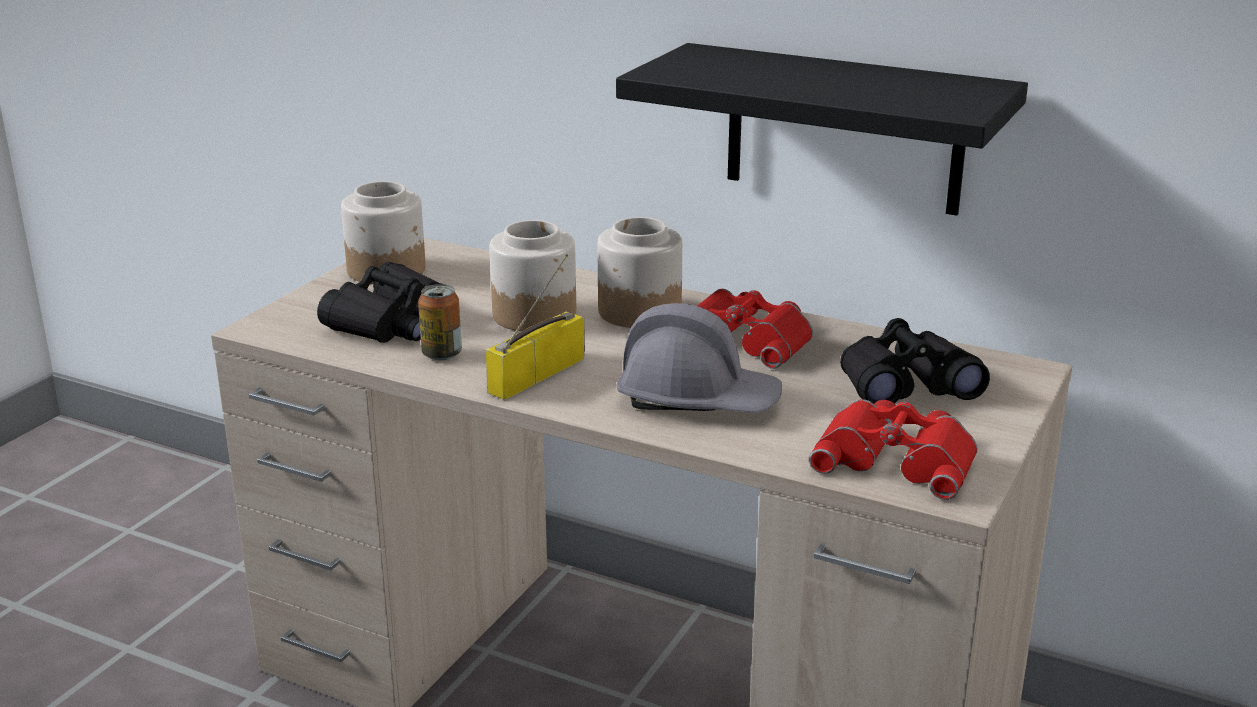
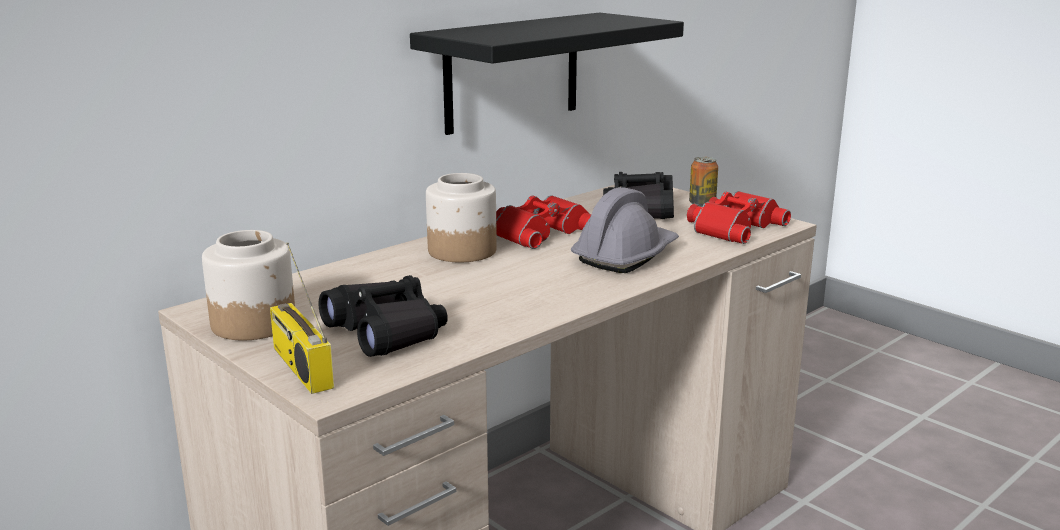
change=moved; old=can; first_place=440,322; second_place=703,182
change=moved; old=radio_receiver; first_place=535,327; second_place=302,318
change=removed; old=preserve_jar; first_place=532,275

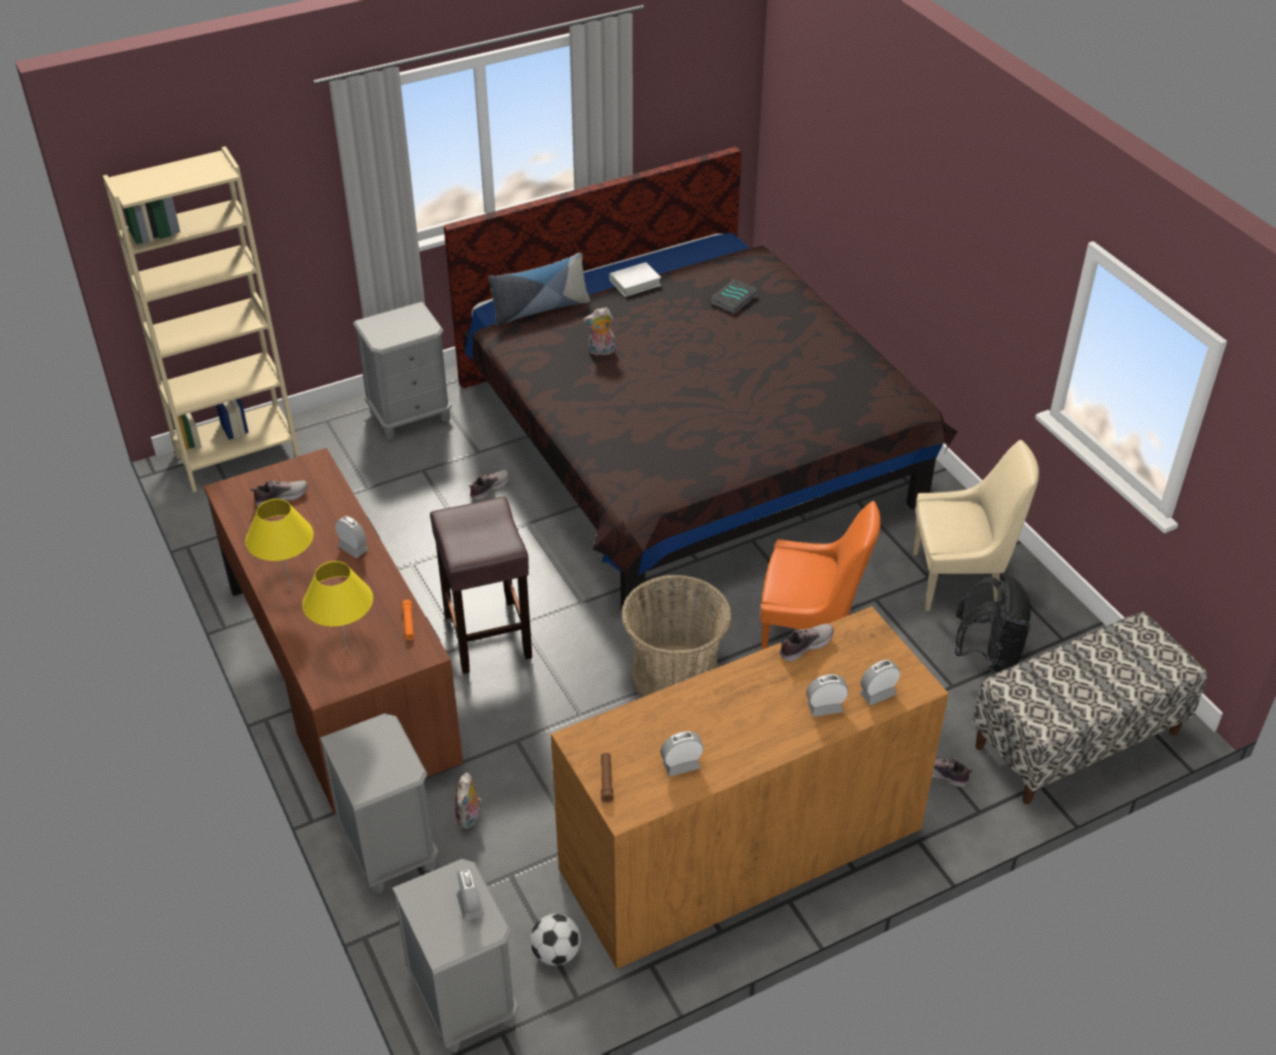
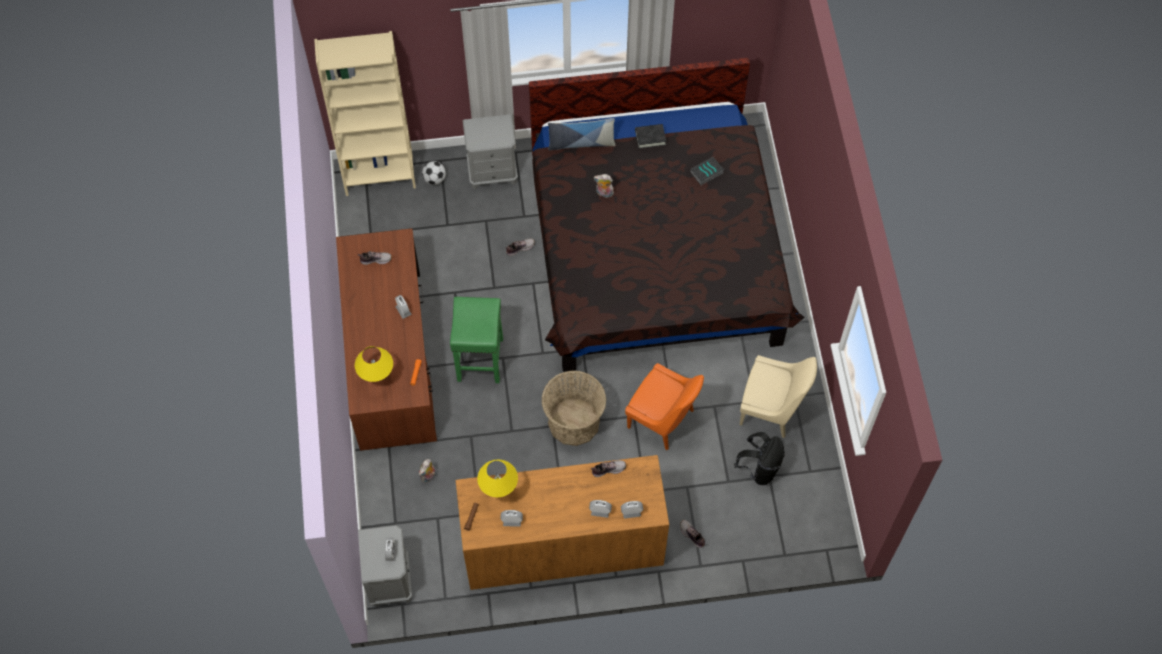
change=moved; old=yellow_tabletop_lamp; first_place=279,542; second_place=497,478
change=removed; old=gray_nightstand; first_place=379,803
change=recoloured; old=brownish_stool_seat; new=green_stool_seat; first_place=481,585; second_place=476,340
change=moved; old=football_ball; first_place=555,940; second_place=434,173
change=recoloured; old=whitish_volume; new=black_volume; first_place=635,279; second_place=650,136
change=removed; old=indoor_bench; first_place=1089,708

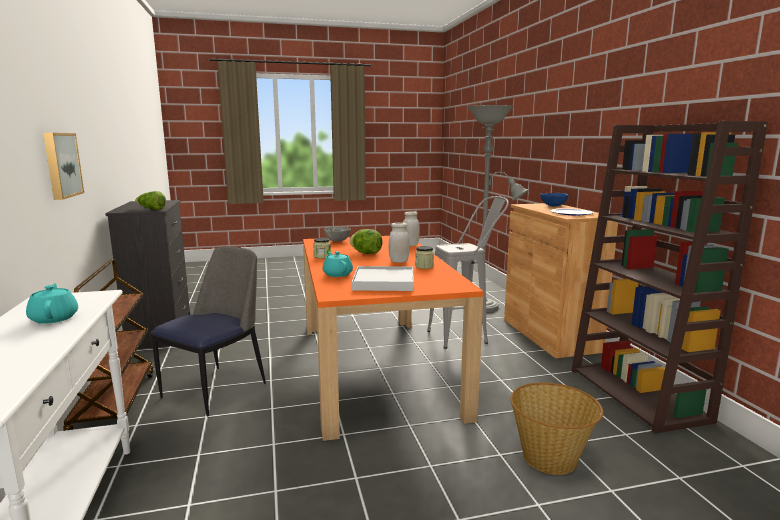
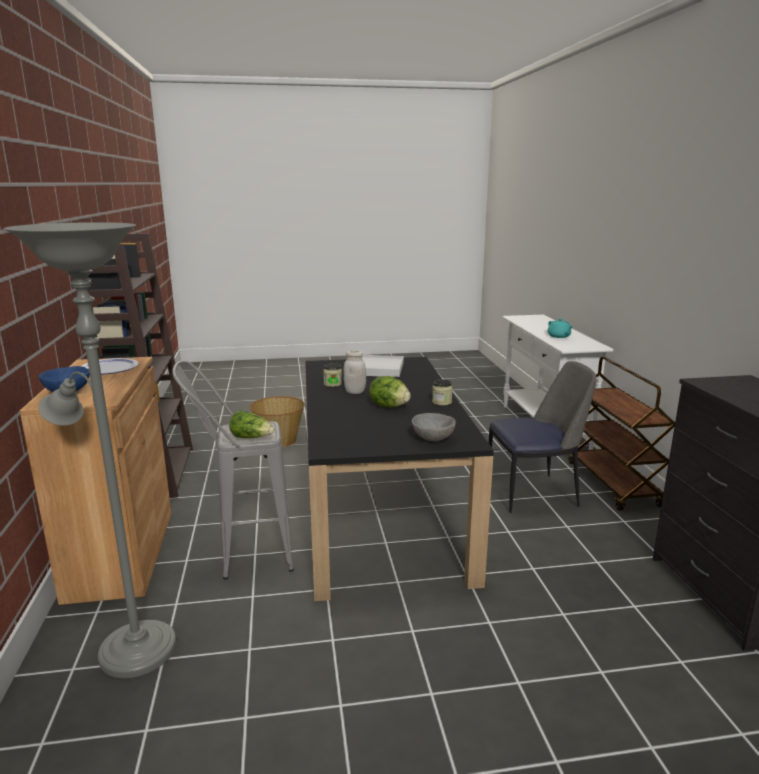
change=removed; old=wall_picture; first_place=63,166
change=moved; old=head_of_lettuce; first_place=150,200; second_place=251,424
change=turned; old=upright_chair; first_place=208,331; second_place=542,437; degrees=-135
change=recoloured; old=orange-coloured_dining_table; new=black_dining_table; first_place=393,338; second_place=399,479
change=removed; old=blue-green_pot_for_tea; first_place=338,264
change=removed; old=whitish_preserve_jar; first_place=411,228

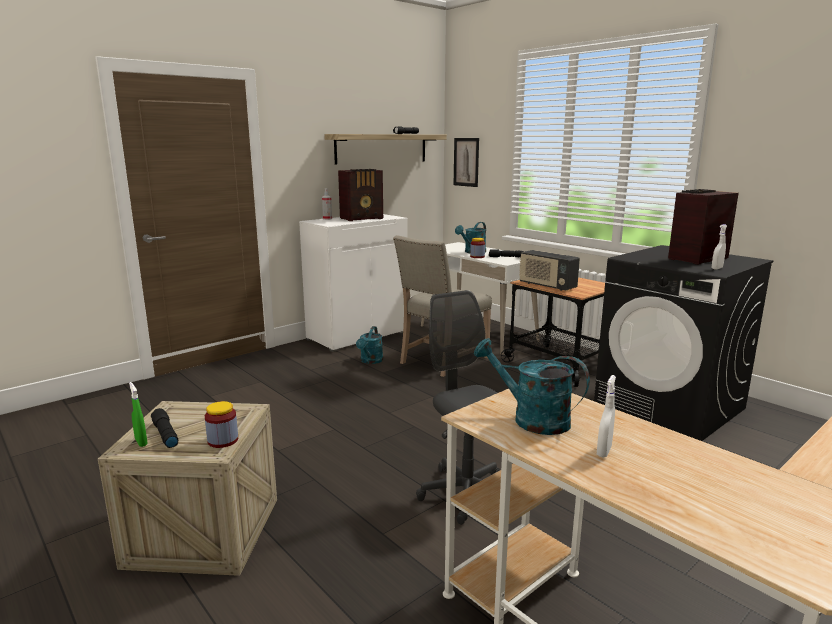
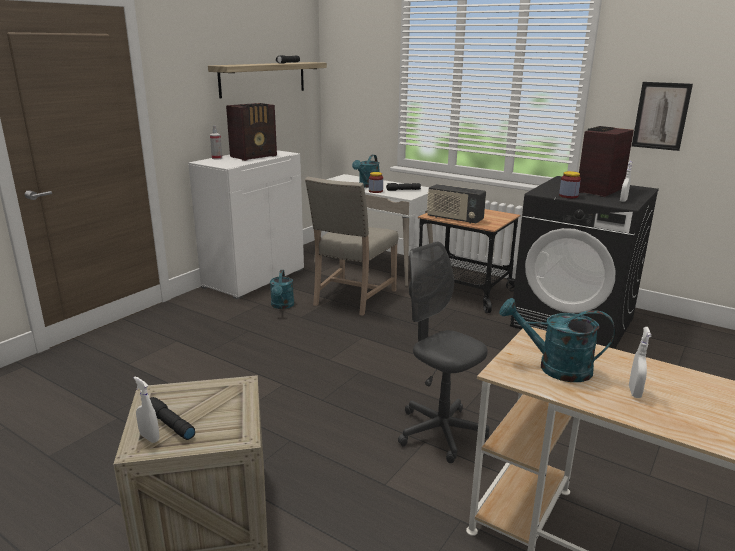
change=recoloured; old=green_hand_sprayer; new=whitish_hand_sprayer; first_place=138,414; second_place=146,410
change=moved; old=preserve_jar; first_place=221,424; second_place=570,184
change=moved; old=wall_picture; first_place=466,162; second_place=662,116

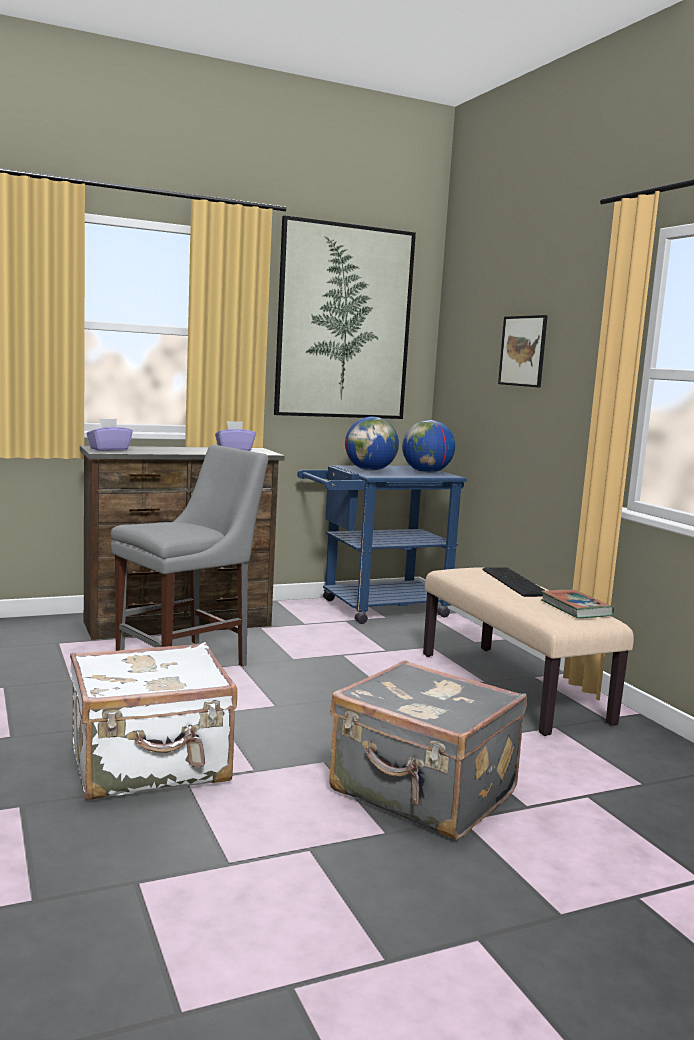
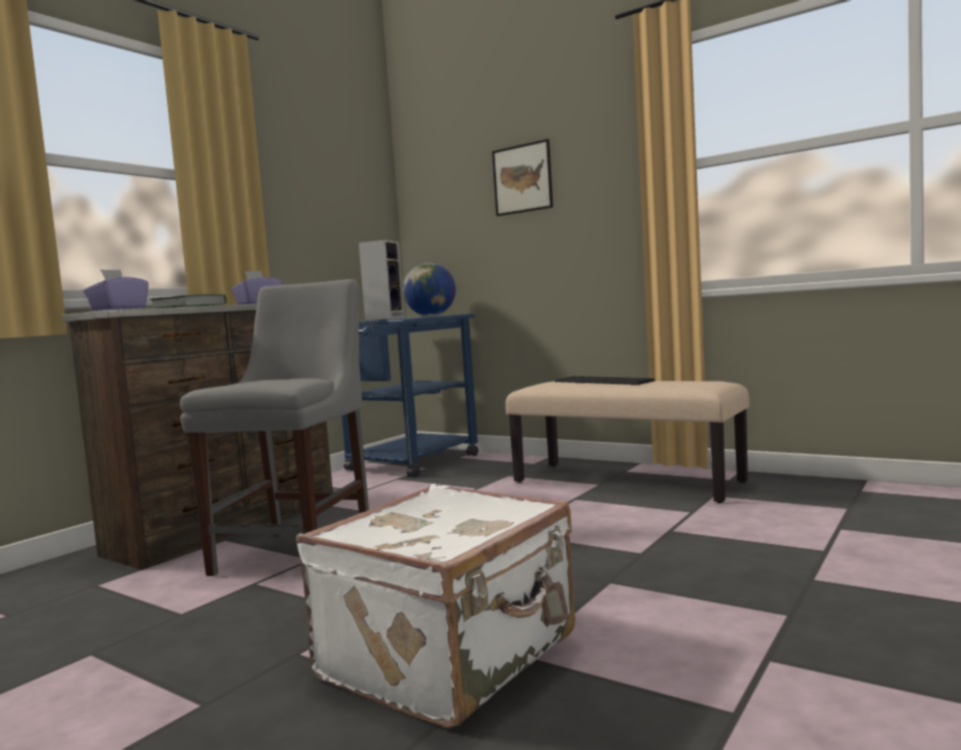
change=removed; old=wall_picture; first_place=345,317
change=removed; old=gray_piece_of_luggage; first_place=428,750
change=replaced; old=desk_globe; new=audio_speaker; first_place=372,444; second_place=382,280
change=moved; old=volume; first_place=577,604; second_place=188,301

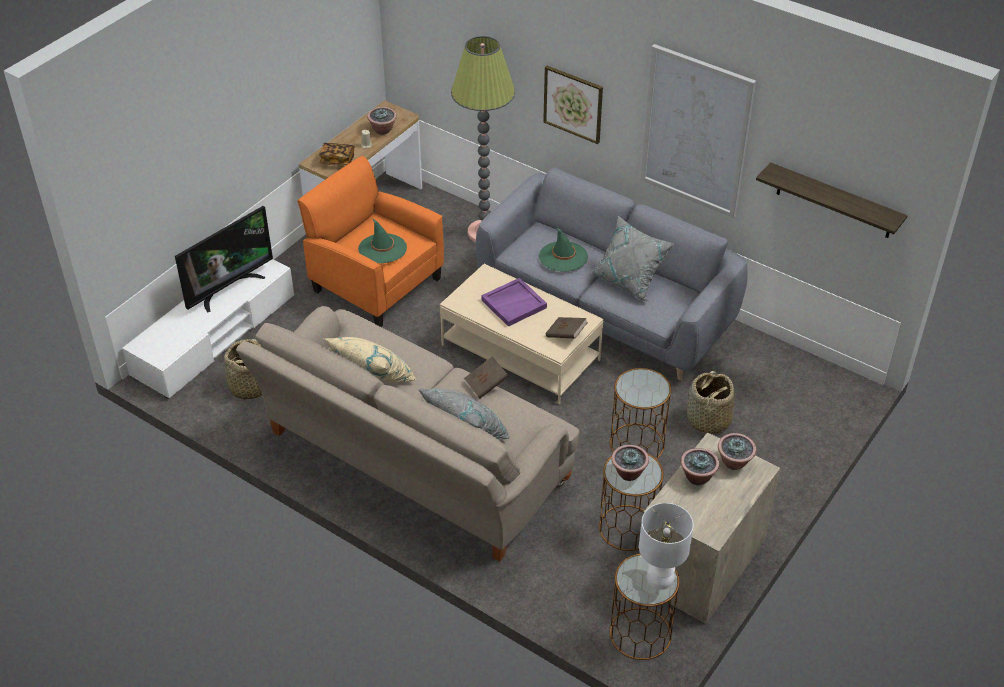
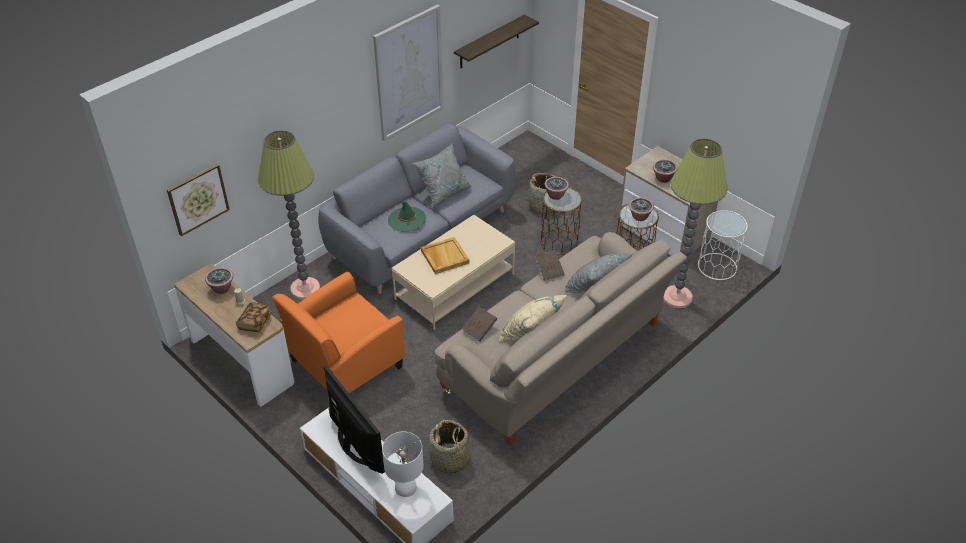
change=removed; old=green_hat; first_place=382,240
change=recoloured; old=purple_tray; new=beige_tray; first_place=514,302; second_place=445,255
change=moved; old=wall_picture; first_place=573,105; second_place=198,200
change=moved; old=brownish_volume; first_place=567,327; second_place=479,324
change=recoloured; old=brownish_side_table; new=whitish_side_table; first_place=645,607; second_place=723,245
change=moved; old=whitish_tabletop_lamp; first_place=666,546; second_place=403,464
change=moved; old=houseplant; first_place=737,451; second_place=556,188
change=added; new=standing_lamp; second_place=695,223

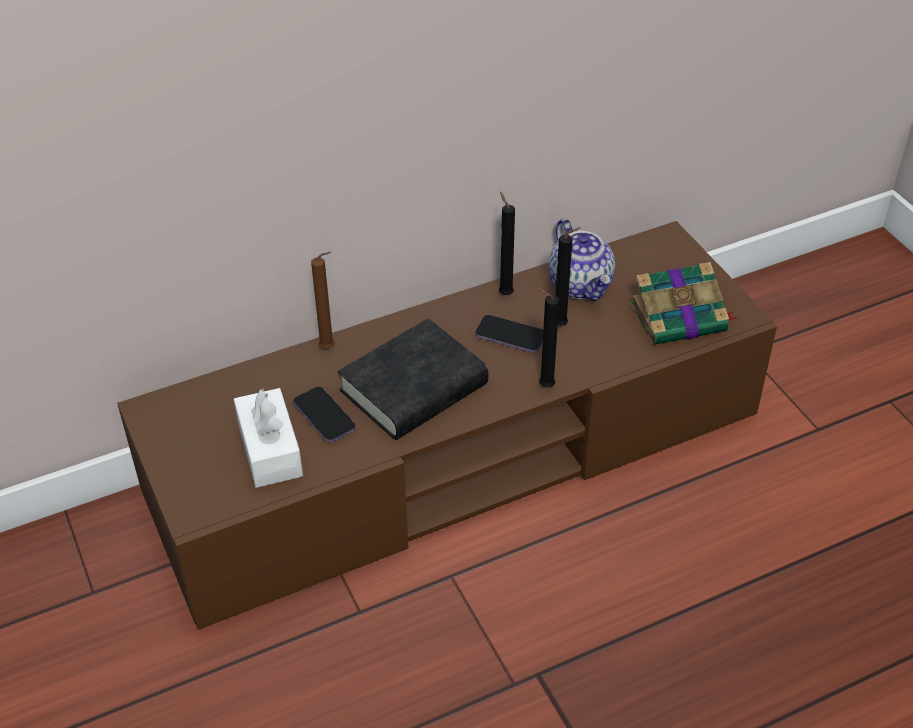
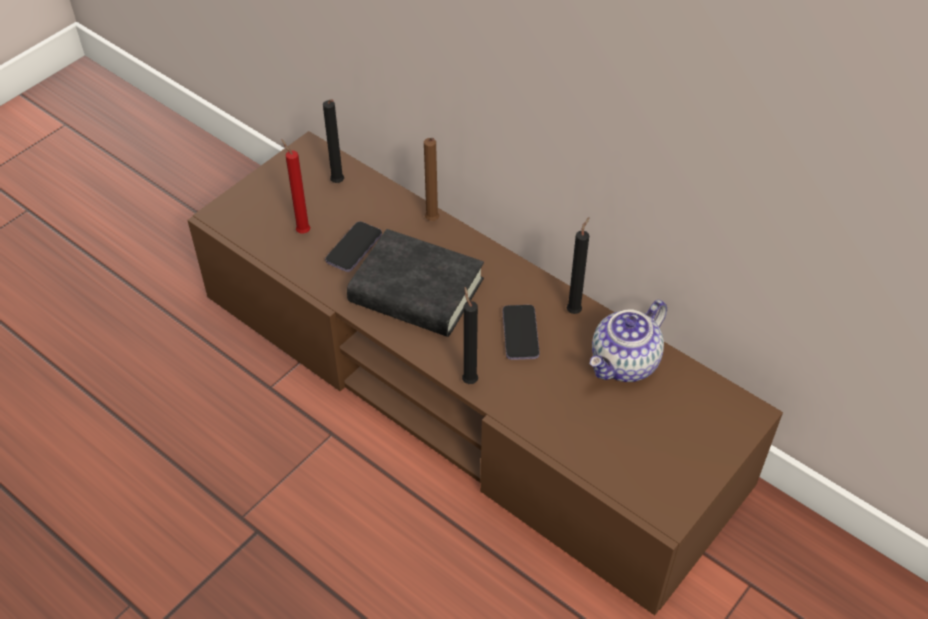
change=replaced; old=whitish_tissue_box; new=reddish_wax_candle; first_place=268,438; second_place=295,186
change=moved; old=black_wax_candle; first_place=567,276; second_place=333,141
change=removed; old=volume; first_place=684,303

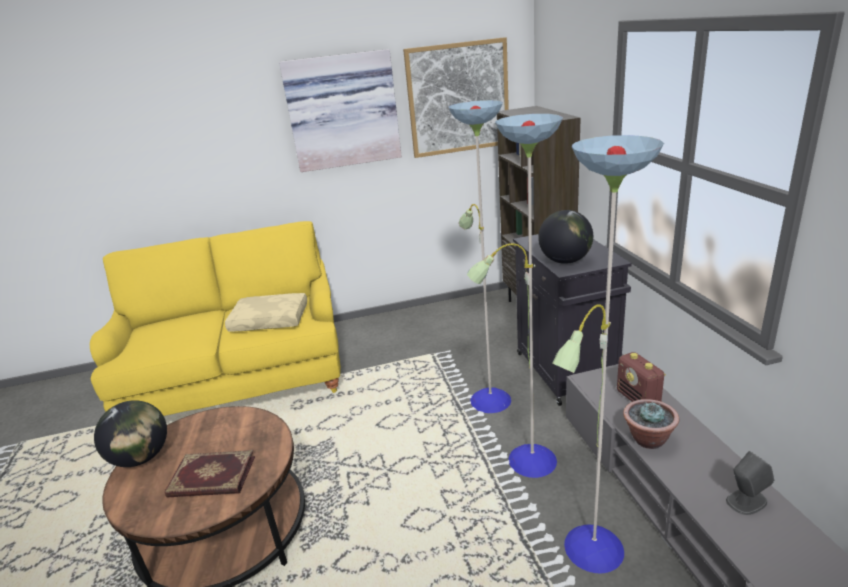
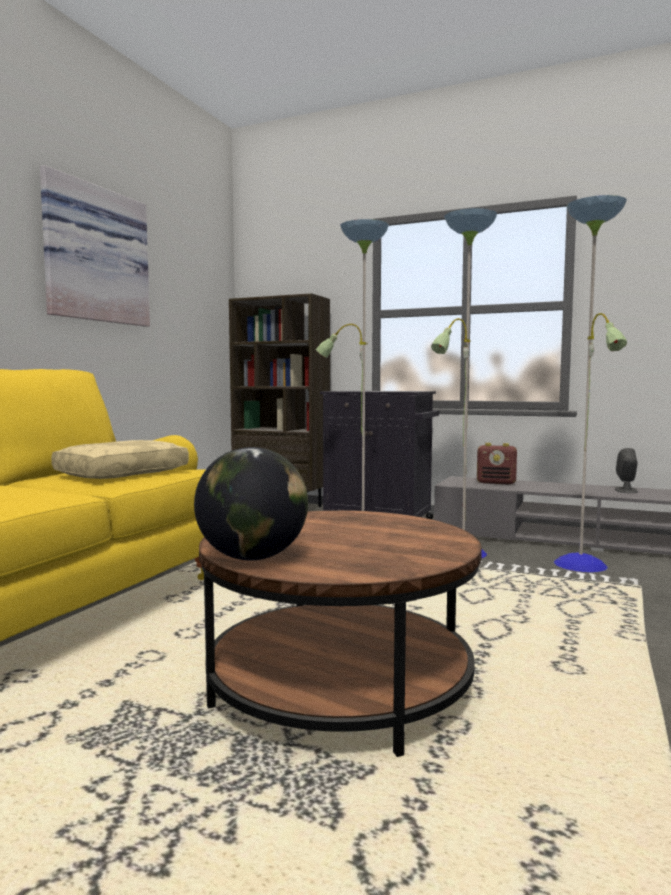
change=removed; old=volume; first_place=210,473
change=removed; old=wall_picture; first_place=456,97
change=removed; old=desk_globe; first_place=565,237
change=removed; old=houseplant; first_place=651,424

